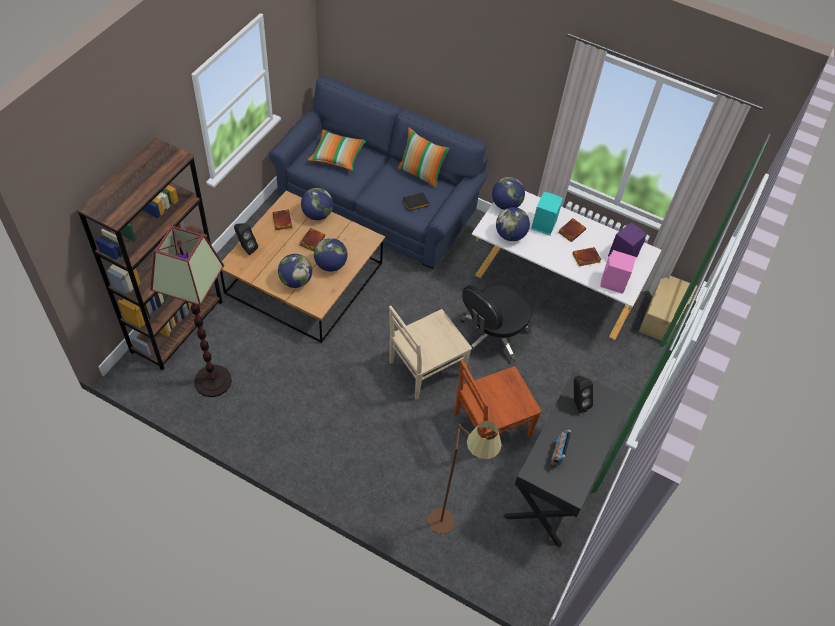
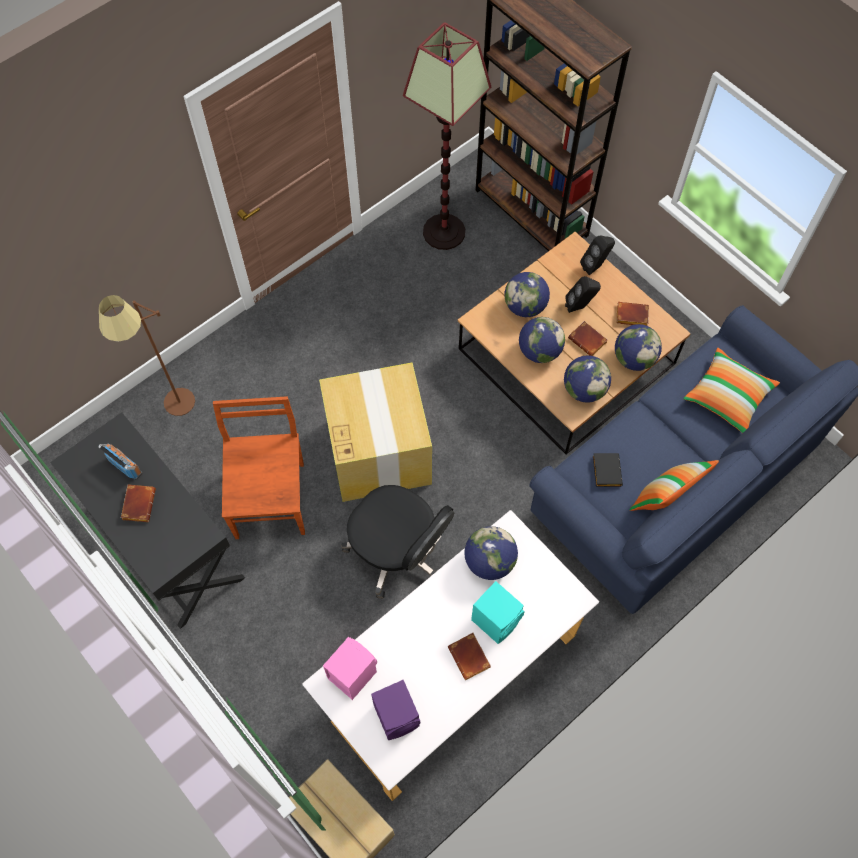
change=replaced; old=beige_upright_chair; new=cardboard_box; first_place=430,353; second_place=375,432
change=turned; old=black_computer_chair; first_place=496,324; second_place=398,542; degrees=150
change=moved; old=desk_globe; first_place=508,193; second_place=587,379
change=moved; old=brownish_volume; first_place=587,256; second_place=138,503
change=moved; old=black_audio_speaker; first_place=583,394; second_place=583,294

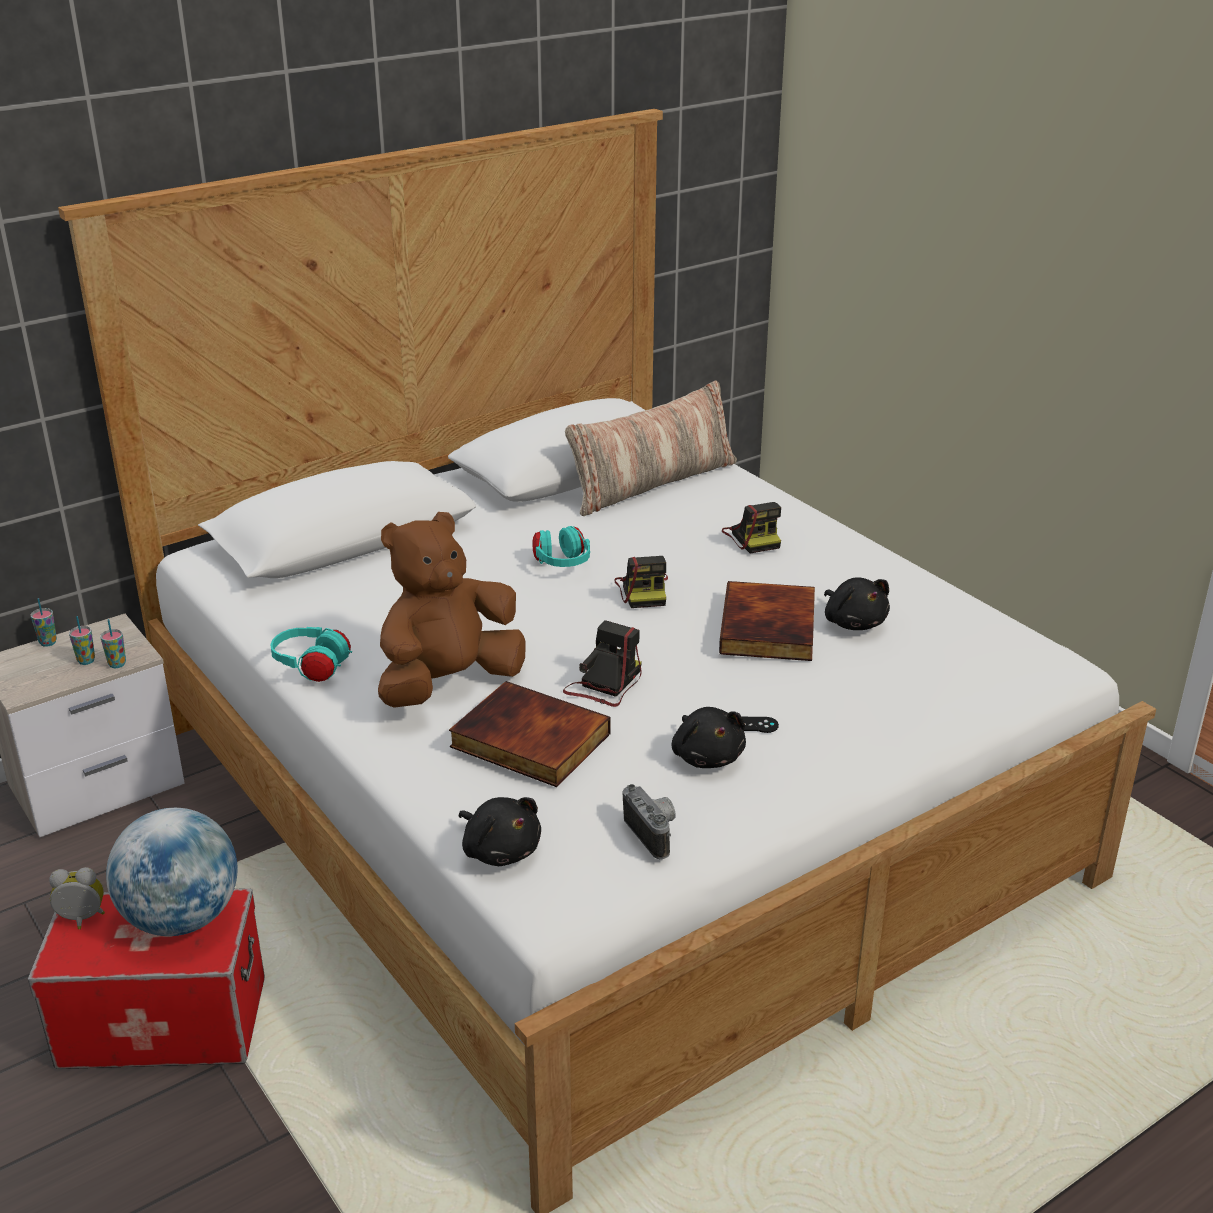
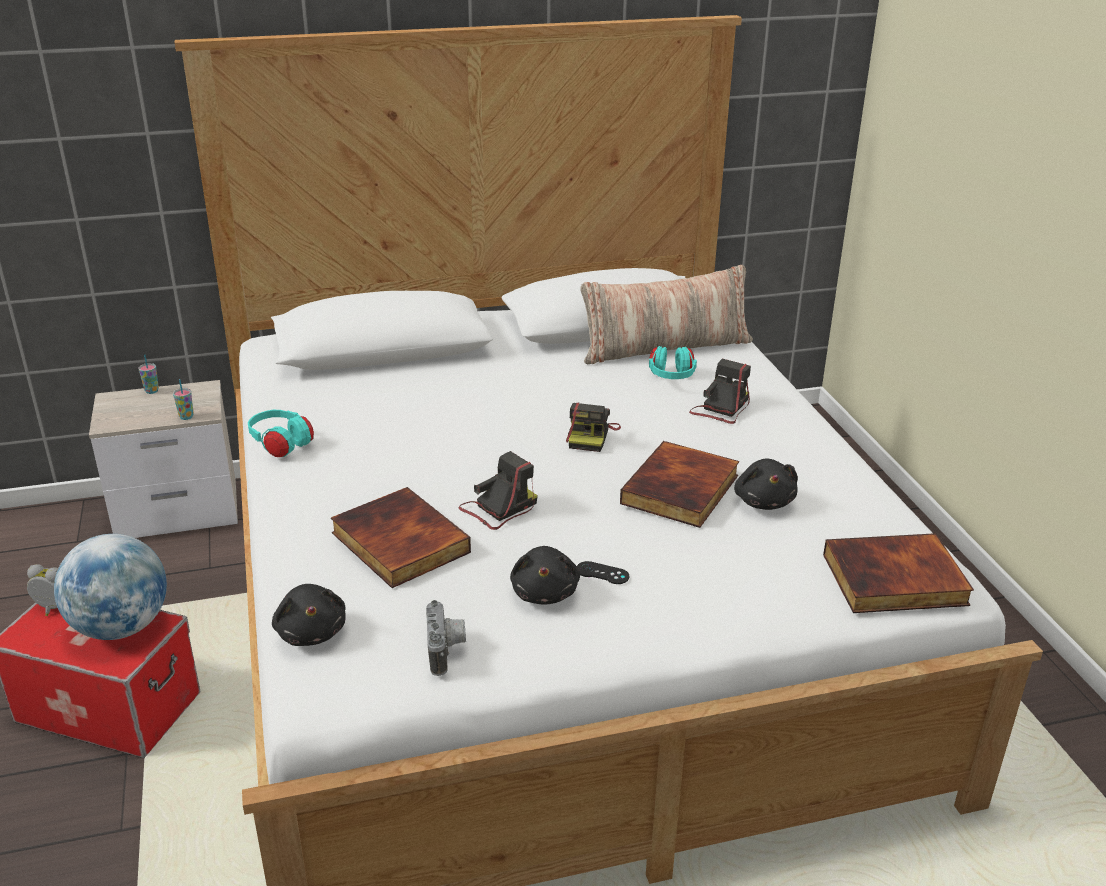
change=removed; old=cup; first_place=82,640
change=removed; old=brownish_soft_toy; first_place=452,610
change=moved; old=blue-green_headphones; first_place=561,546; second_place=673,362
change=turned; old=still_camera; first_place=751,527; second_place=720,391; degrees=-150
change=added; new=volume; second_place=898,573

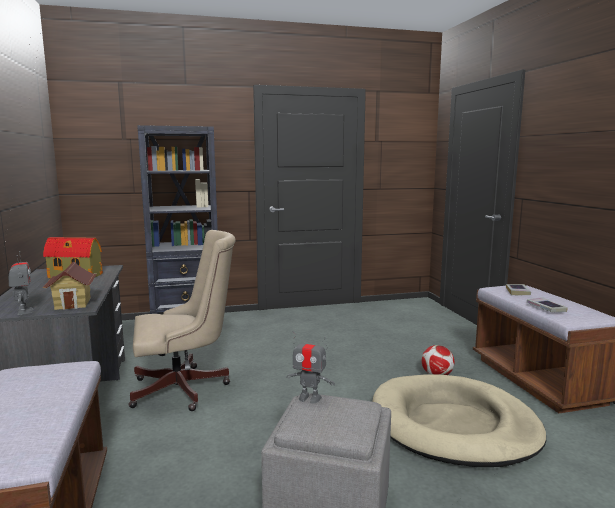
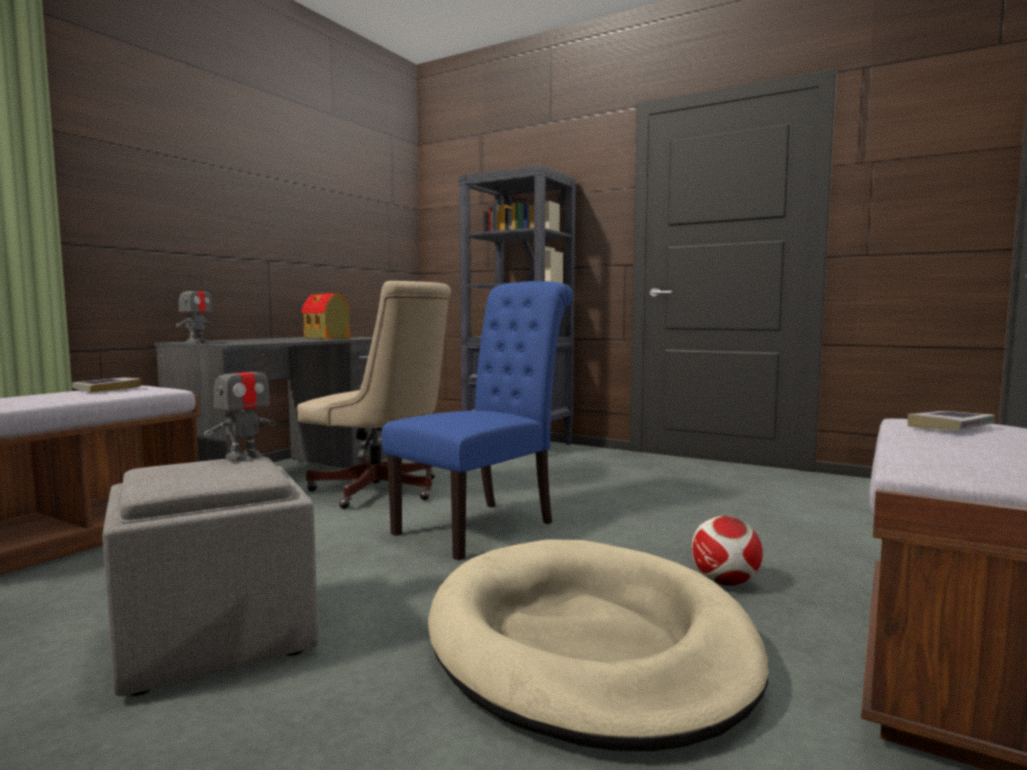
change=removed; old=miniature_house; first_place=69,286
change=turned; old=robot_figure; first_place=310,367; second_place=240,407; degrees=-120
change=moved; old=volume; first_place=547,304; second_place=106,385
change=added; new=bluish_upright_chair; second_place=477,420

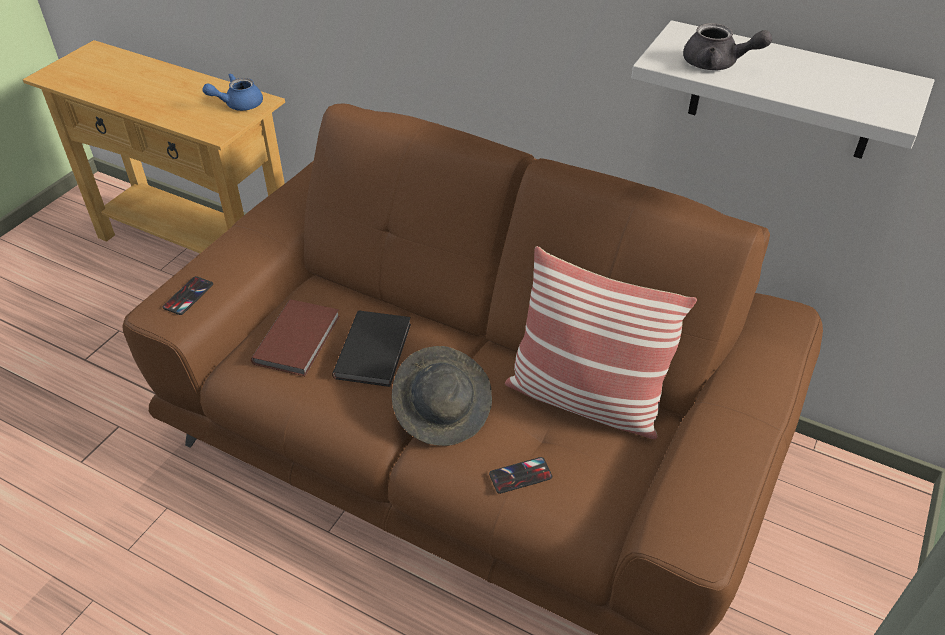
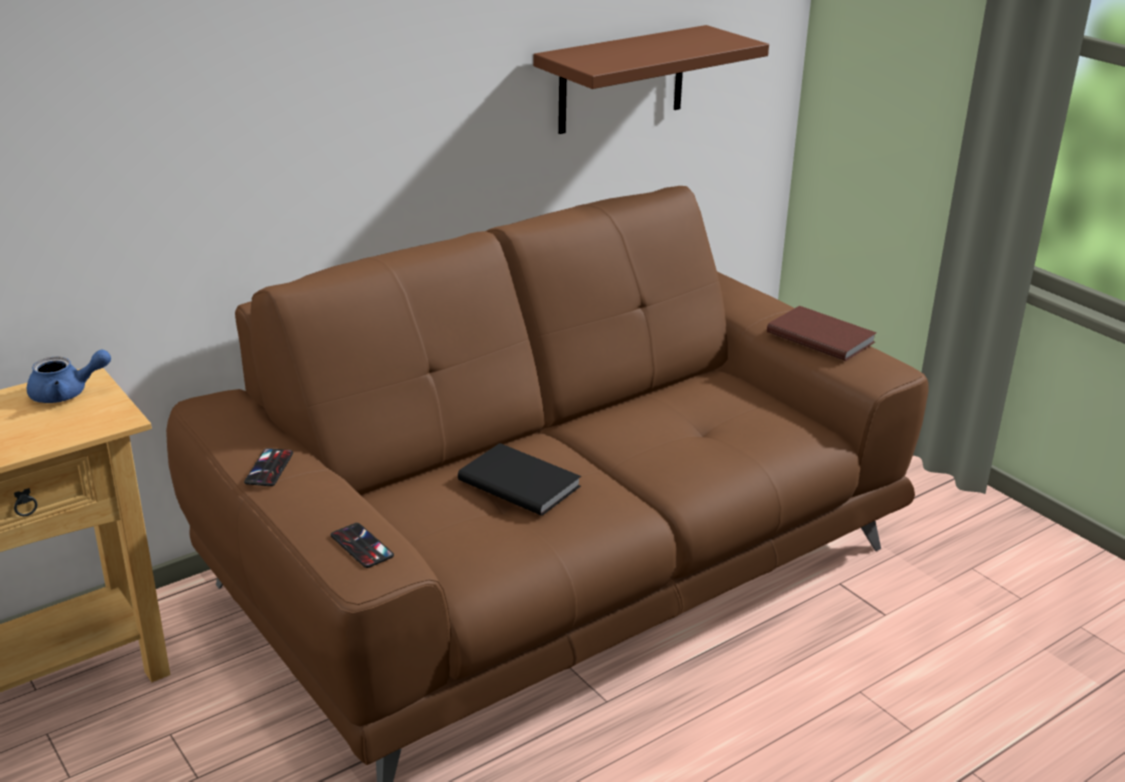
change=turned; old=bluish_pot_for_tea; first_place=232,92; second_place=69,376; degrees=-105
change=moved; old=brownish_volume; first_place=295,337; second_place=821,333
change=removed; old=gray_hat; first_place=442,396
change=moved; old=telephone; first_place=520,475; second_place=268,467
change=removed; old=cushion; first_place=601,342
change=recoloured; old=whitish_bracket_shelf; new=brownish_bracket_shelf; first_place=783,89; second_place=651,79
change=removed; old=gray_pot_for_tea; first_place=727,46

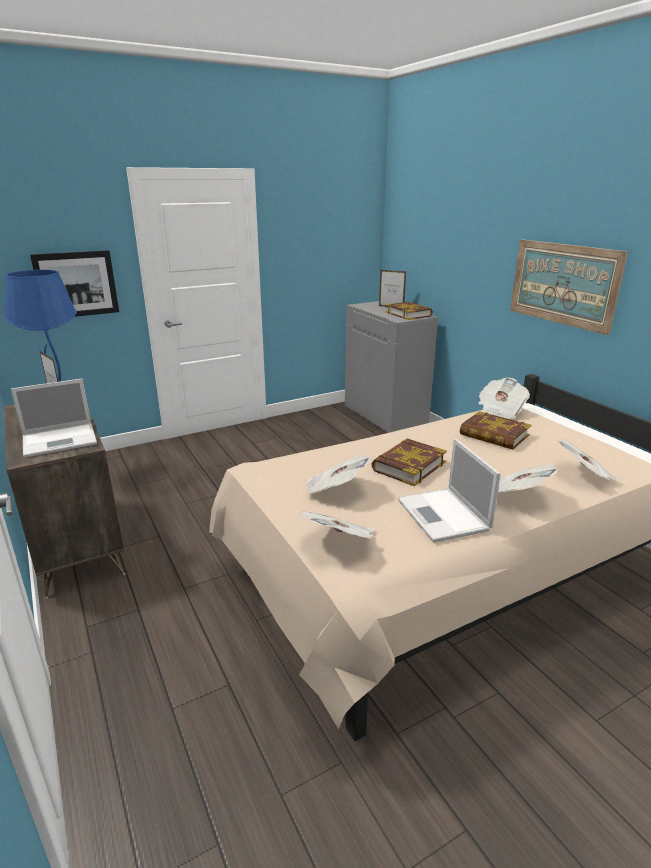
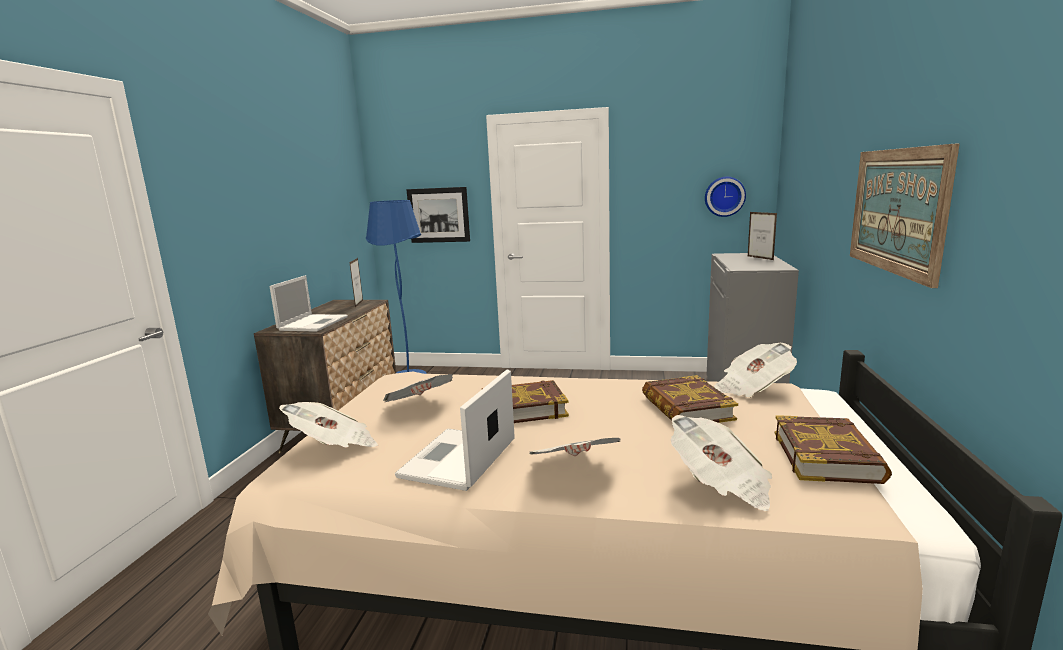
change=turned; old=notebook_computer; first_place=54,418; second_place=309,303; degrees=-90
change=moved; old=volume; first_place=409,311; second_place=833,449
change=added; new=hanging_clock; second_place=725,197

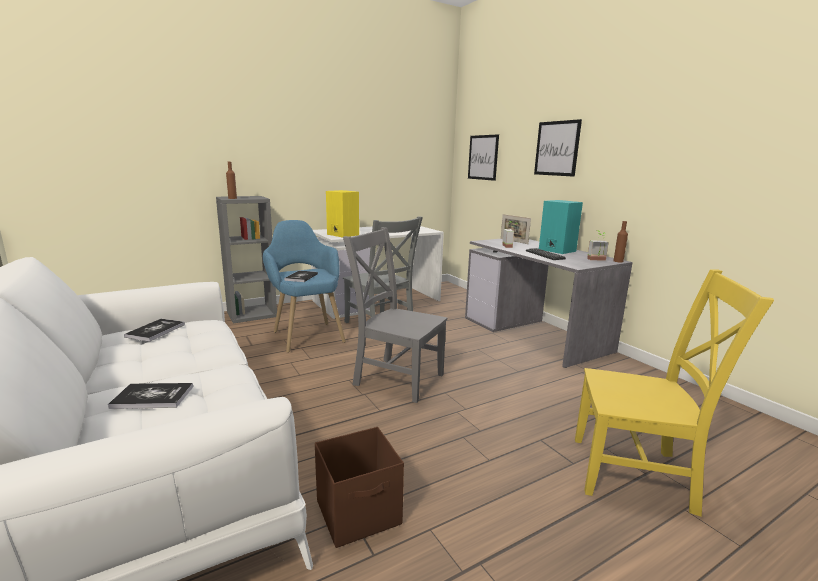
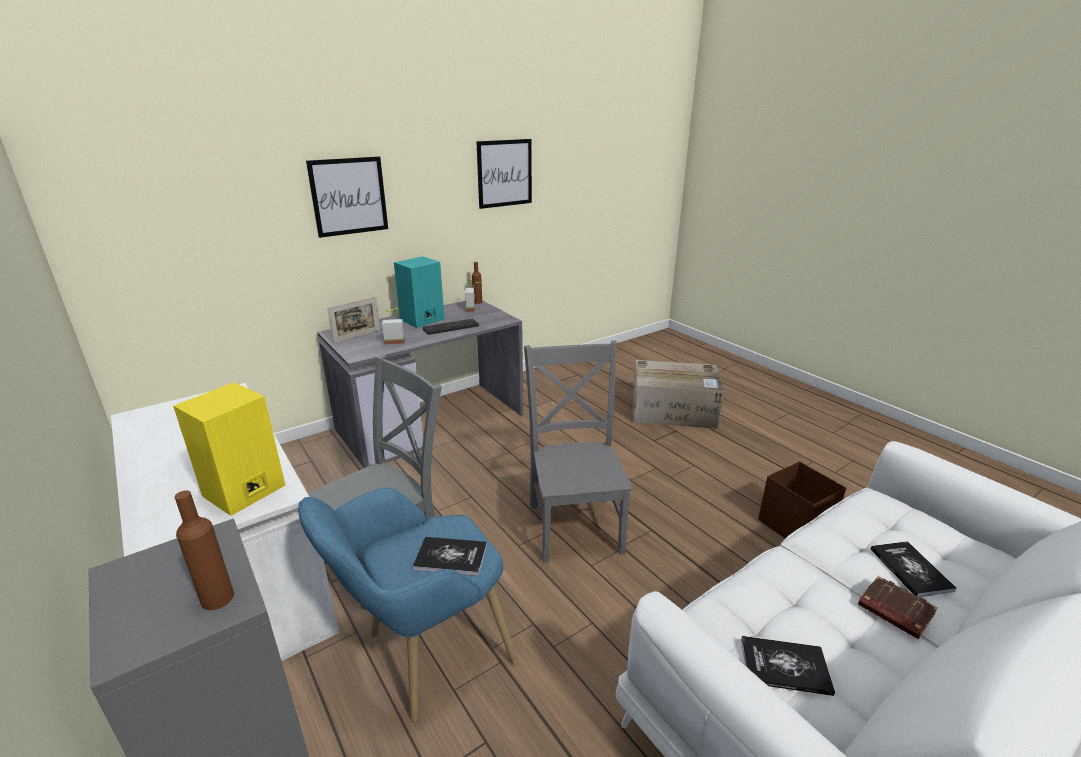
change=turned; old=gray_upright_chair; first_place=395,315; second_place=578,451; degrees=150
change=moved; old=wall_picture; first_place=483,157; second_place=504,174
change=replaced; old=yellow_upright_chair; new=cardboard_box; first_place=674,393; second_place=678,394
change=added; new=brownish_volume; second_place=898,607

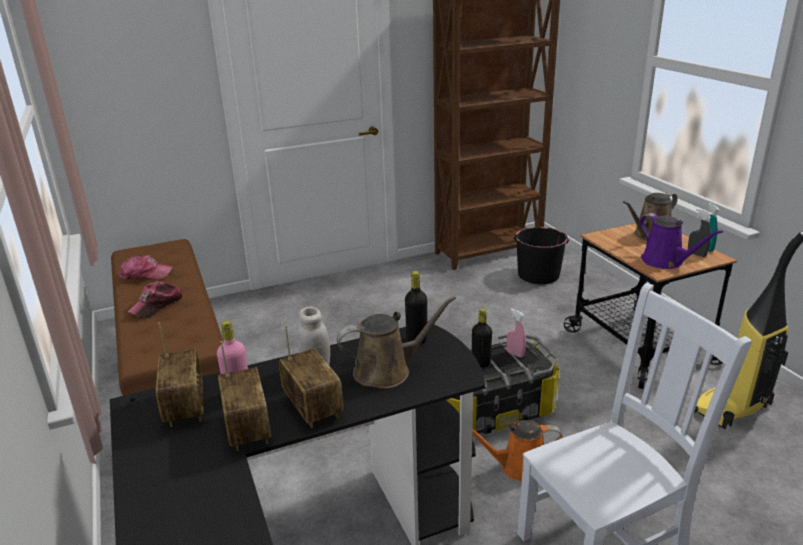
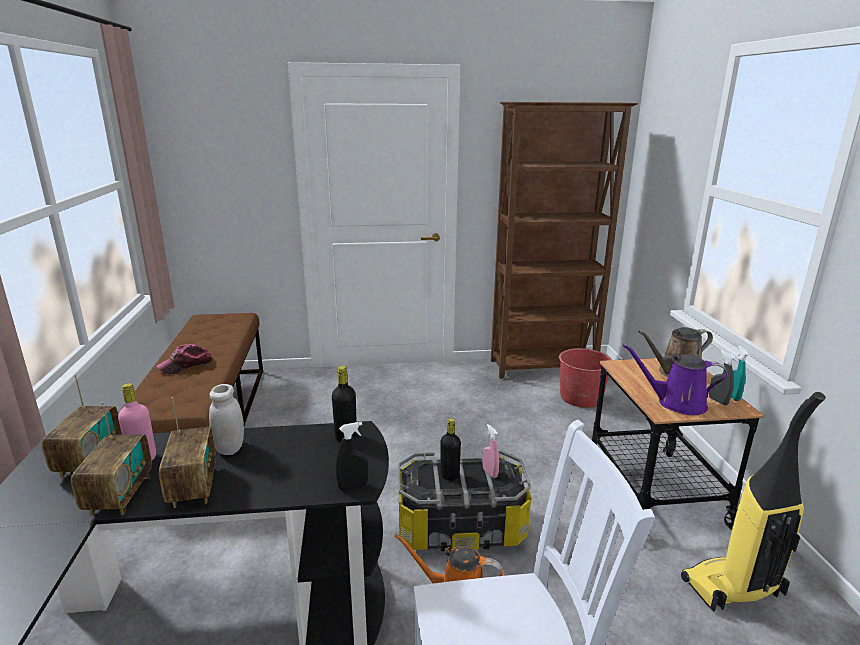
change=removed; old=cap; first_place=145,267
change=removed; old=brownish_sprinkling_can; first_place=396,342
change=recoloured; old=black_water_bucket; new=reddish_water_bucket; first_place=541,255; second_place=585,378
change=turned; old=purple_sprinkling_can; first_place=681,241; second_place=675,379; degrees=120
change=added; new=black_hand_sprayer; second_place=351,456

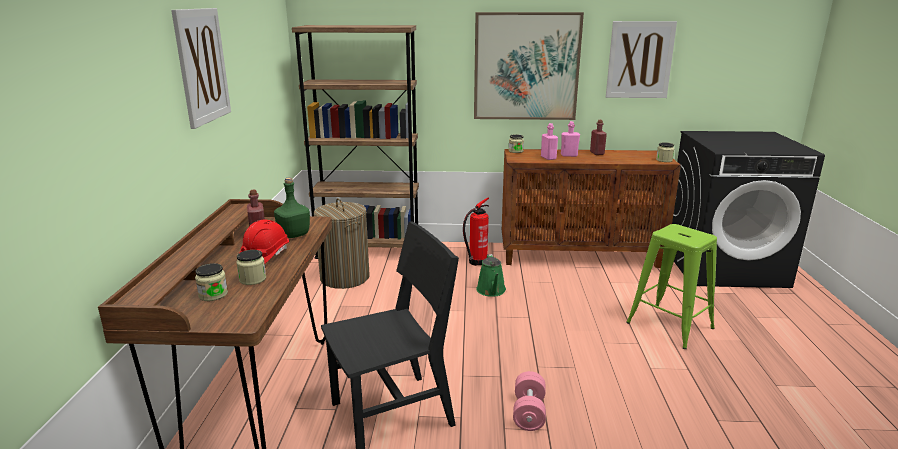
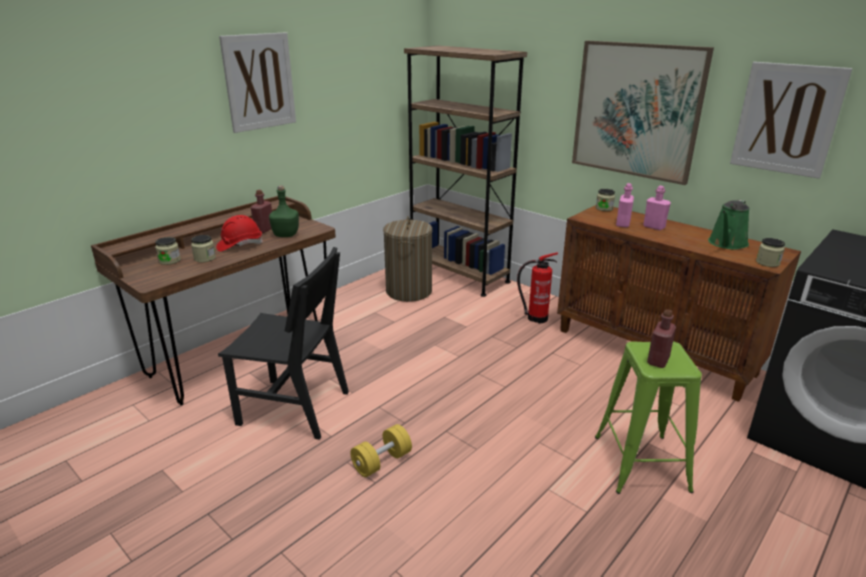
change=moved; old=green_sprinkling_can; first_place=491,275; second_place=729,225
change=recoloured; old=pink_hand_weight; new=yellow_hand_weight; first_place=529,401; second_place=381,450
change=moved; old=reddish_bottle; first_place=598,137; second_place=661,338

